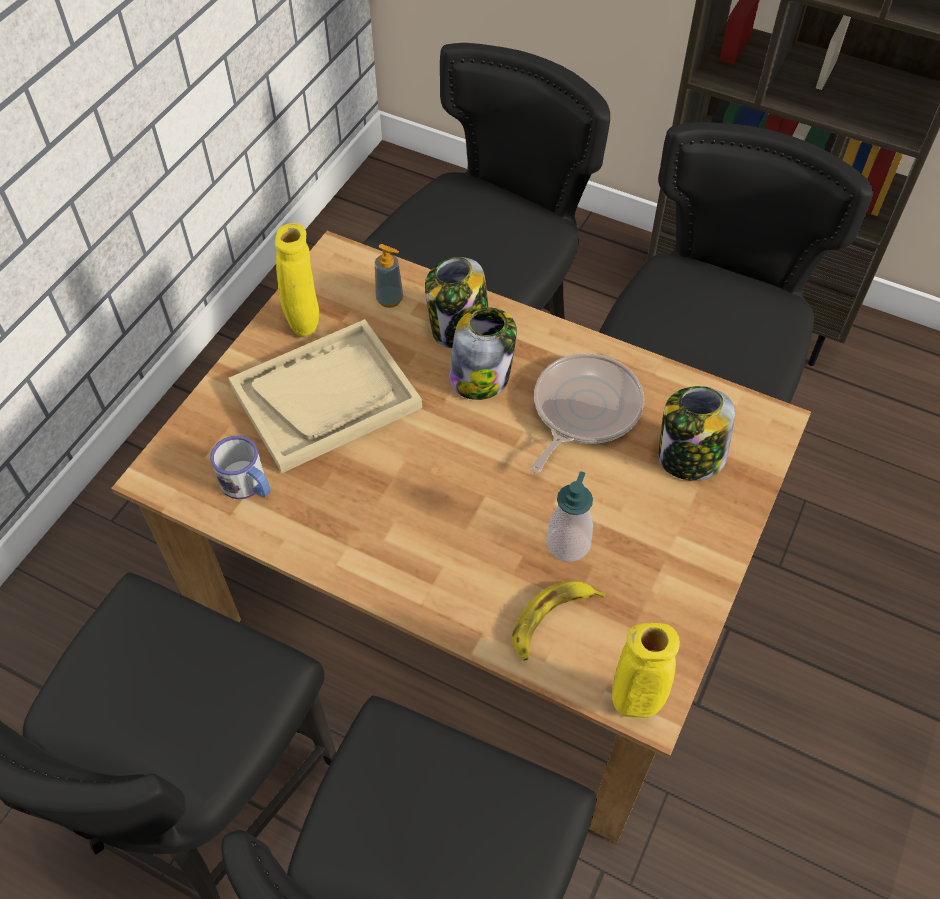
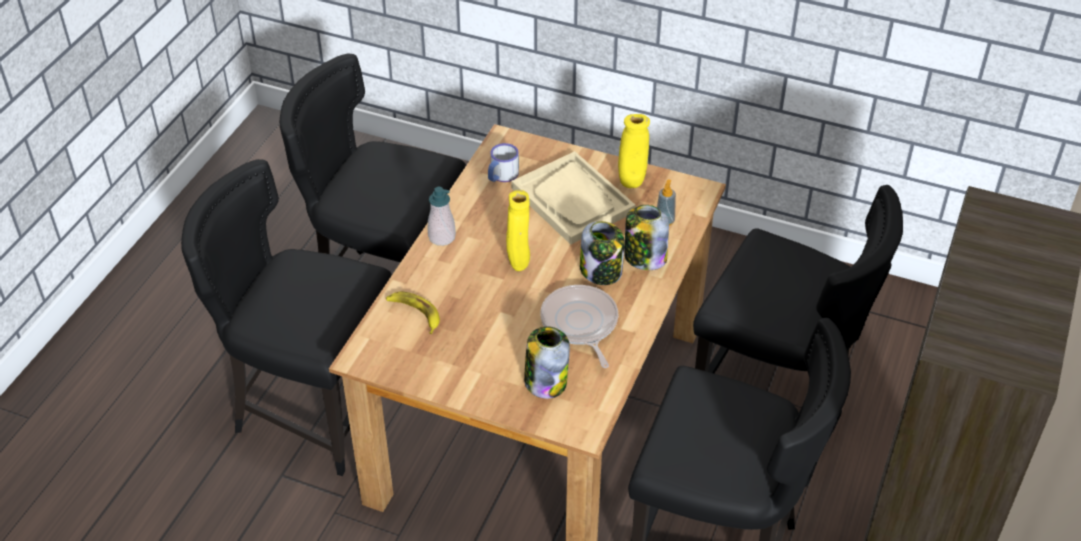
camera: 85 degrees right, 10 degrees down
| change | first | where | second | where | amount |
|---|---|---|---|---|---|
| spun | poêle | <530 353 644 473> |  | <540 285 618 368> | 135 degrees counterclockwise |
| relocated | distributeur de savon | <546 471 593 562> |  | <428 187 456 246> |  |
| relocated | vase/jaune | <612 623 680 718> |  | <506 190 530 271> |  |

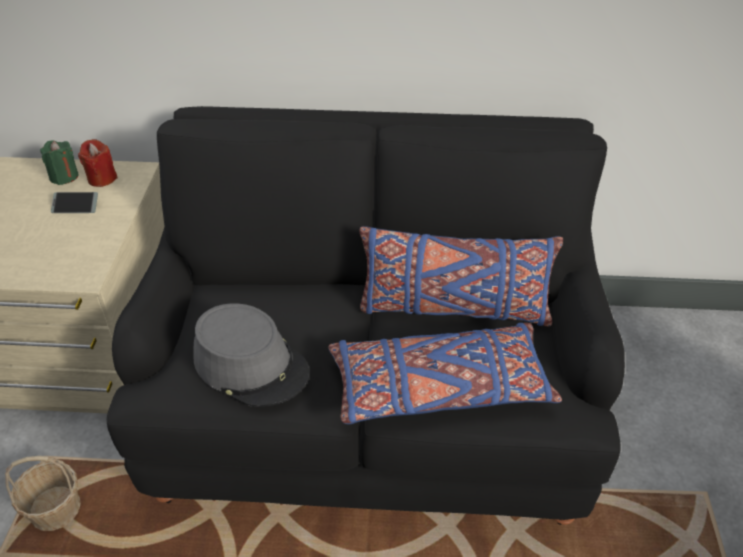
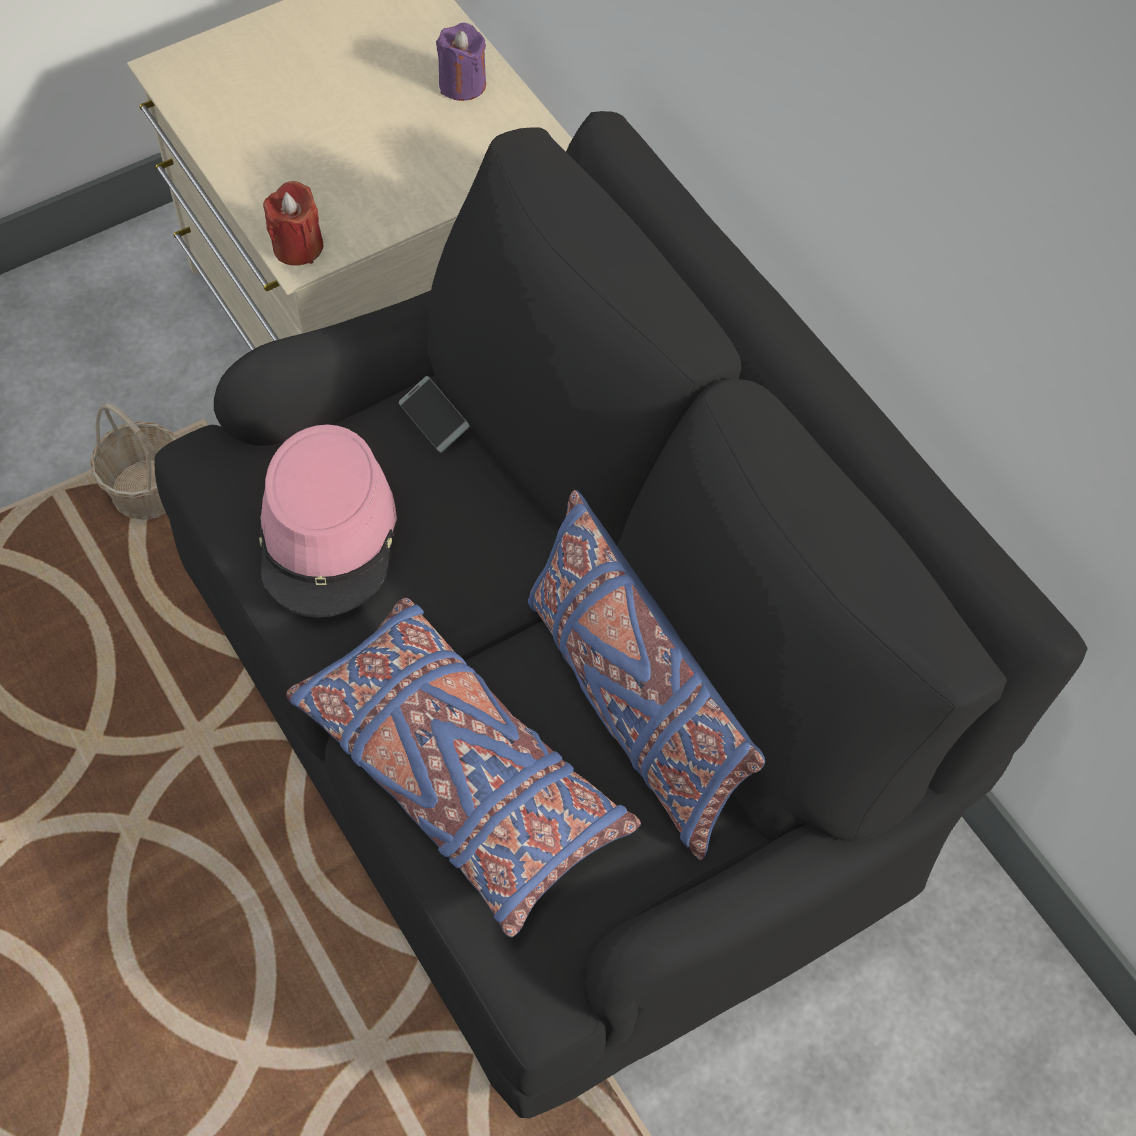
camera: 55 degrees right, 15 degrees up
| change | first | where | second | where | amount |
|---|---|---|---|---|---|
| colour | bougie/vert | <40 140 79 185> | bougie/violet | <436 23 486 101> |  |
| relocated | téléphone | <51 192 98 213> |  | <399 376 470 453> |  |
| relocated | bougie/rouge | <78 139 118 187> |  | <263 181 323 266> |  |
| colour | chapeau/gris | <194 303 310 407> | chapeau/rose | <259 425 397 618> |  |

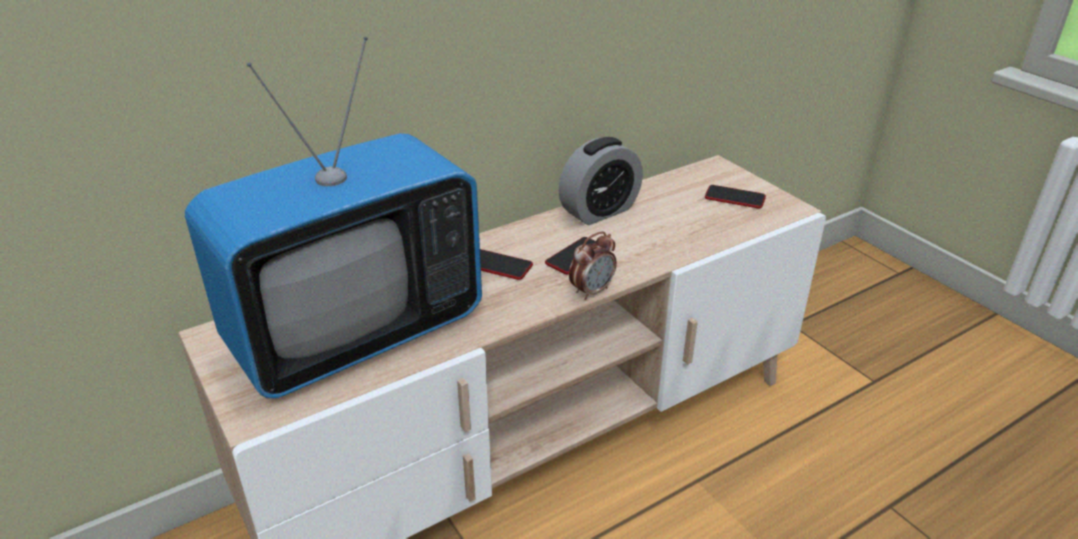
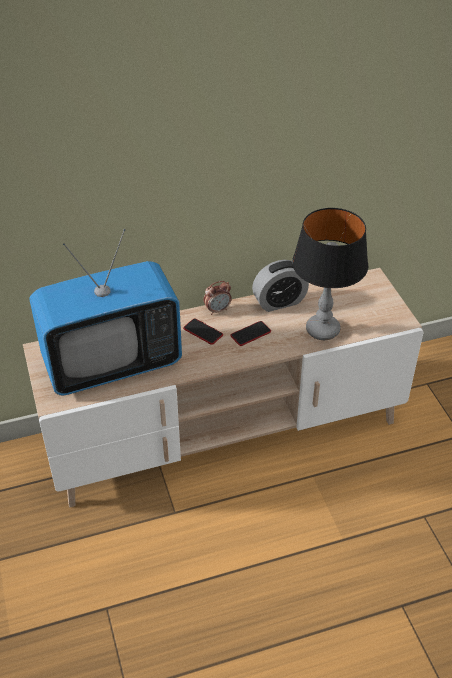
camera: 15 degrees right, 10 degrees up
| change | first | where | second | where | amount |
|---|---|---|---|---|---|
| relocated | réveil | <569 231 617 300> |  | <203 281 232 315> |  |
| missing | téléphone | <705 185 766 208> |  |  |  |
| appeared |  |  | lampe de table | <292 208 368 340> |  |

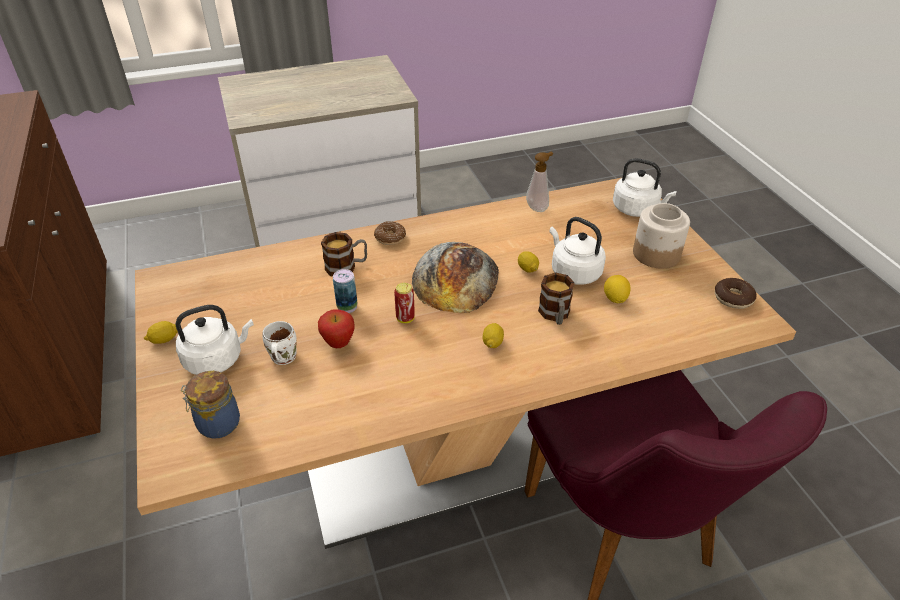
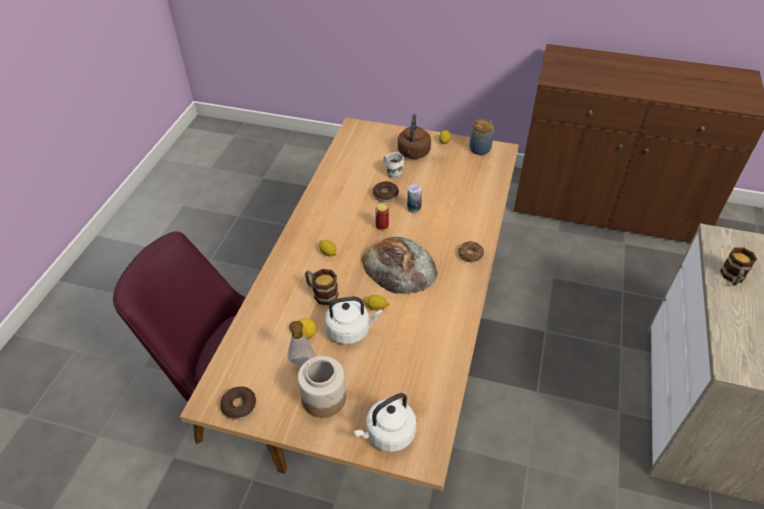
camera: 125 degrees right, 5 degrees up
| change | first | where | second | where | amount |
|---|---|---|---|---|---|
| colour | bouilloire/blanc | <176 305 254 375> | bouilloire/marron | <398 114 431 159> |  |
| relocated | bocal | <181 371 240 439> |  | <469 119 494 155> |  |
| exchanged | pomme | <318 309 355 348> | beignet | <372 181 399 202> |  |
| relocated | mug | <321 232 367 277> |  | <720 248 757 286> |  |
| relocated | distributeur de savon | <526 152 553 212> |  | <287 321 315 366> |  |

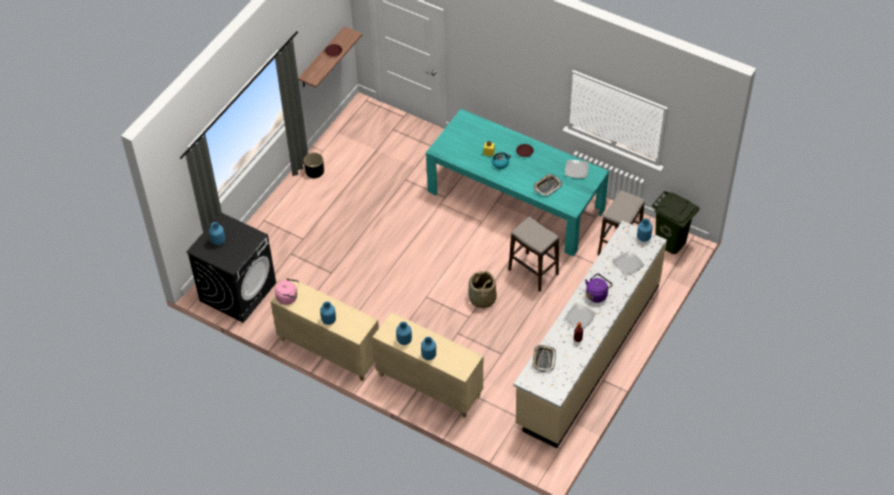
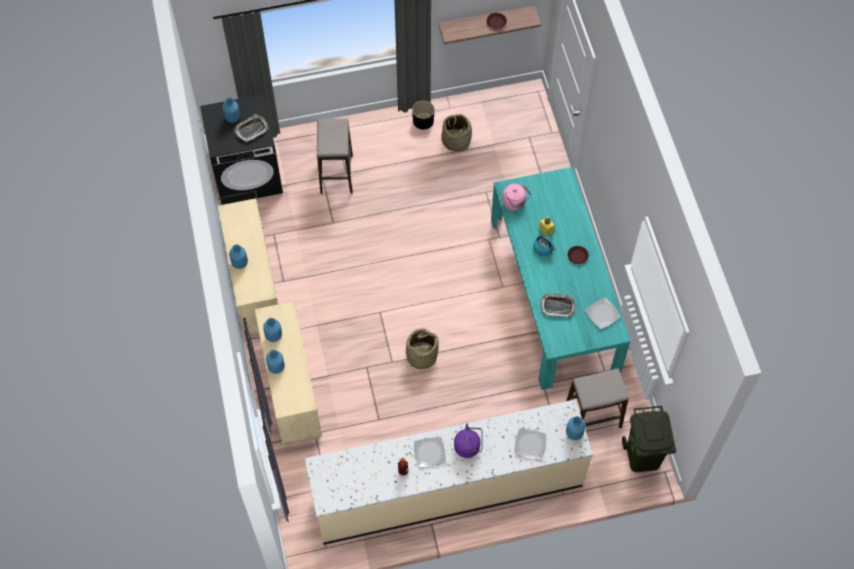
camera: 45 degrees right, 10 degrees up
| change | first | where | second | where | amount |
|---|---|---|---|---|---|
| relocated | bouilloire/rose | <275 278 299 305> |  | <502 184 531 210> |  |
| relocated | tabouret | <508 216 559 292> |  | <317 118 353 194> |  |
| relocated | plateau | <532 345 556 372> |  | <235 114 269 142> |  |
| appeared |  |  | panier | <441 113 472 152> |  |

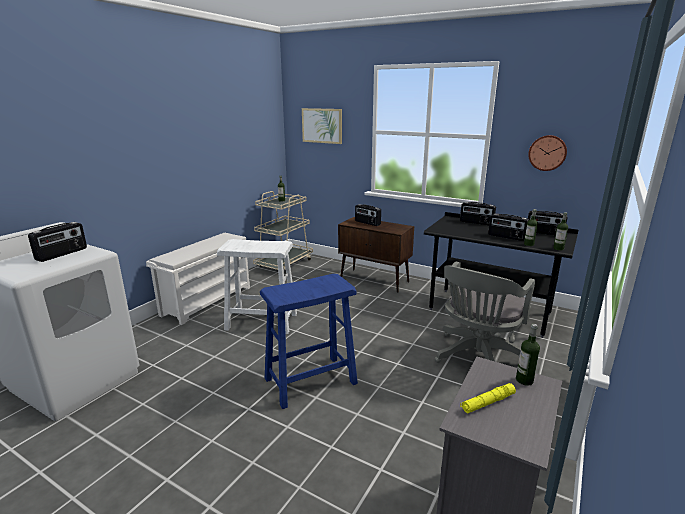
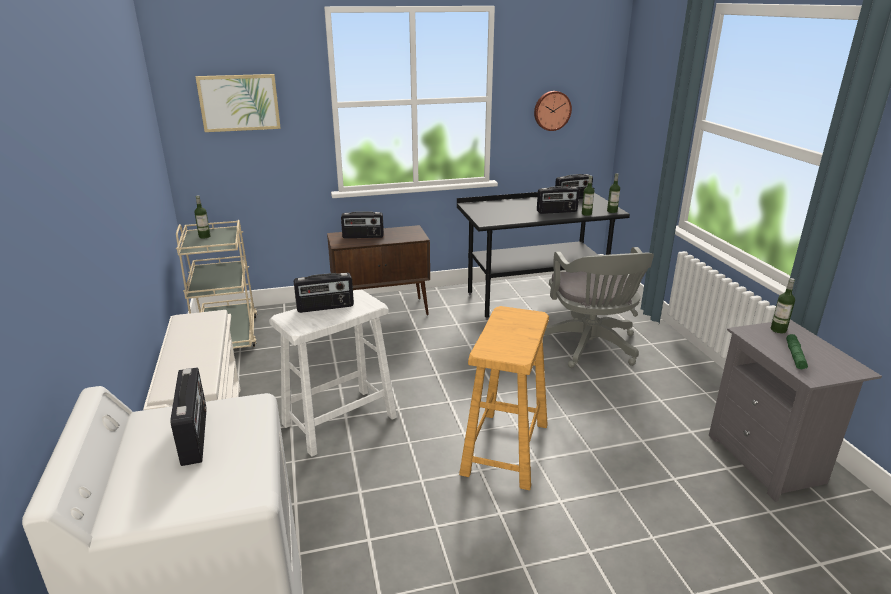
camera: 45 degrees left, 5 degrees up
| change | first | where | second | where | amount |
|---|---|---|---|---|---|
| colour | tabouret/bleu | <260 274 358 409> | tabouret/beige | <459 306 549 490> |  |
| relocated | radio | <460 202 496 225> |  | <294 273 354 313> |  |
| colour | lampe de poche/jaune | <460 383 516 413> | lampe de poche/vert | <786 334 808 369> |  |

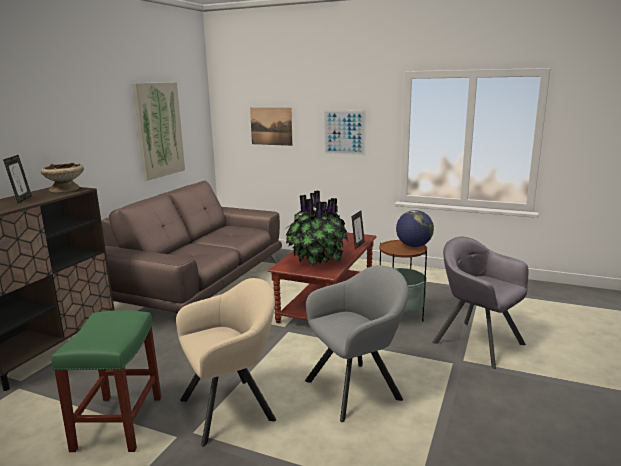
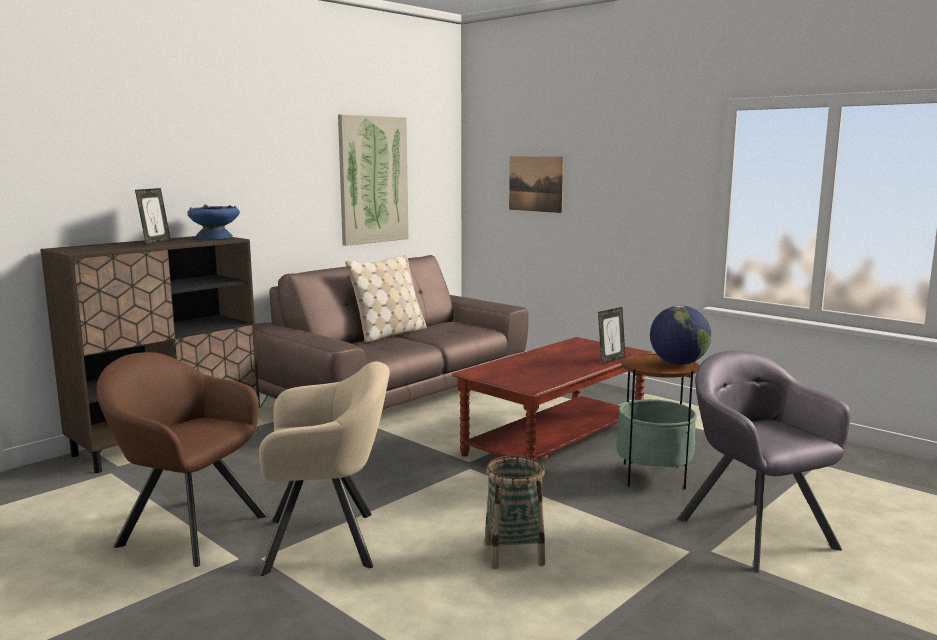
camera: 20 degrees right, 5 degrees down
| change | first | where | second | where | amount |
|---|---|---|---|---|---|
| colour | bol/beige | <41 162 84 193> | bol/bleu | <187 204 240 240> |  |
| exchanged | tabouret/vert | <51 310 161 452> | fauteuil/marron | <96 352 268 567> |  |
| missing | plante en pot | <286 191 348 267> |  |  |  |
| exchanged | fauteuil/gris | <305 265 409 422> | panier | <485 455 545 569> |  |
| missing | tableau | <324 110 366 155> |  |  |  |
| appeared |  |  | coussin/beige | <345 255 426 342> |  |

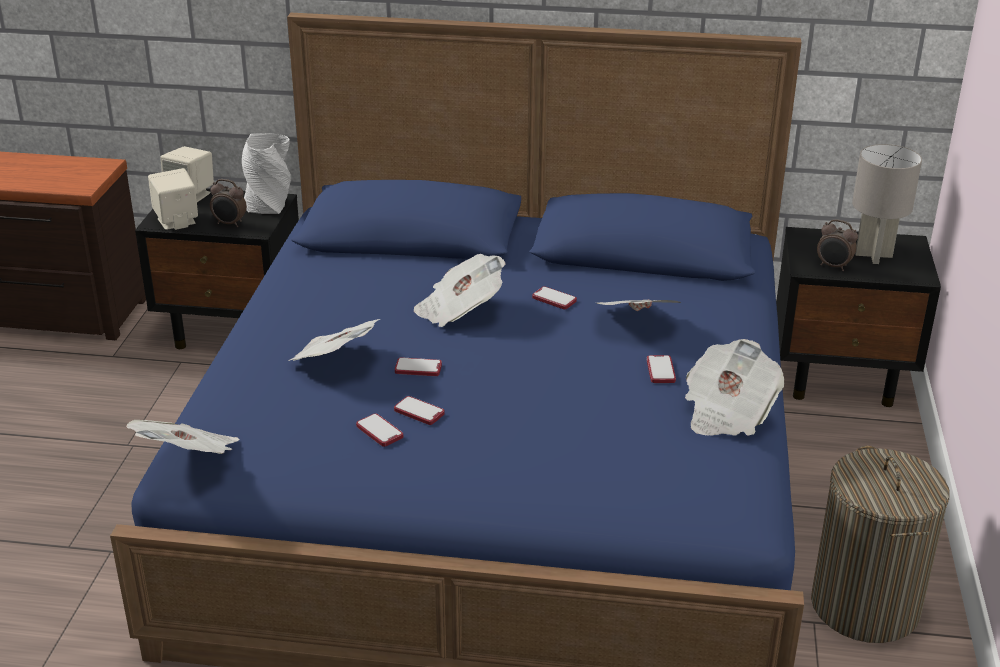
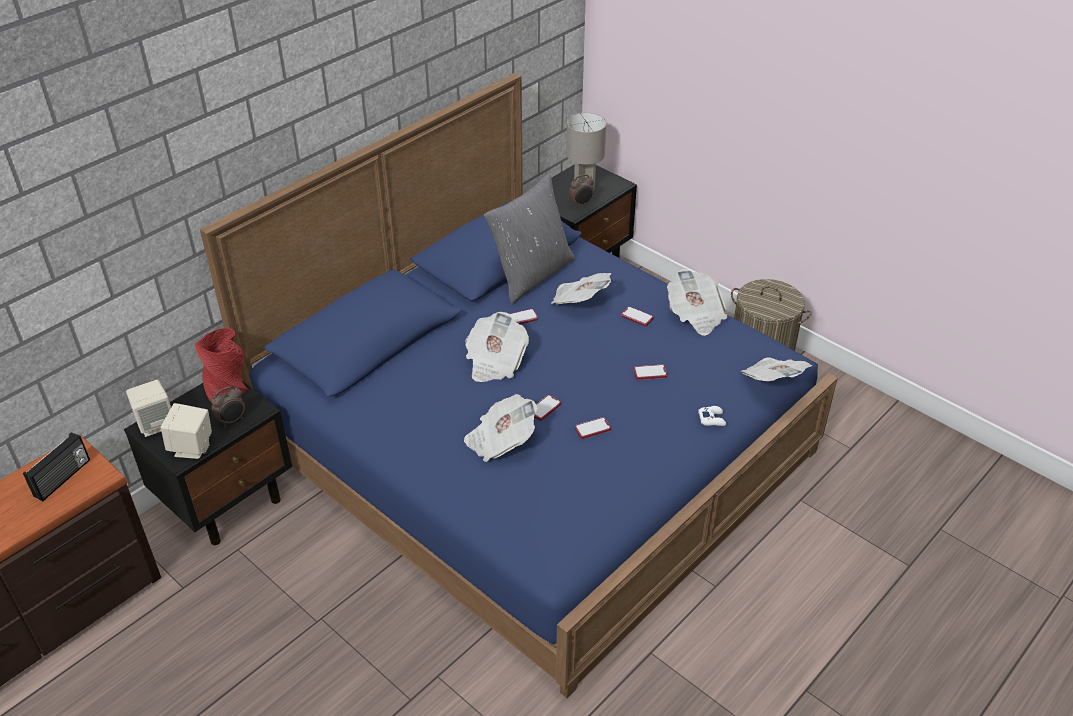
camera: 55 degrees left, 10 degrees up
| change | first | where | second | where | amount |
|---|---|---|---|---|---|
| relocated | journal | <126 420 240 454> |  | <741 357 812 381> |  |
| colour | vase/gris | <242 133 291 214> | vase/rouge | <195 328 249 402> |  |
| relocated | téléphone | <356 414 403 447> |  | <634 365 667 380> |  |
| appeared |  |  | radio | <23 432 90 502> |  |
| appeared |  |  | coussin/gris | <484 173 575 304> |  |
| appeared |  |  | manette/blanc | <698 406 726 426> |  |

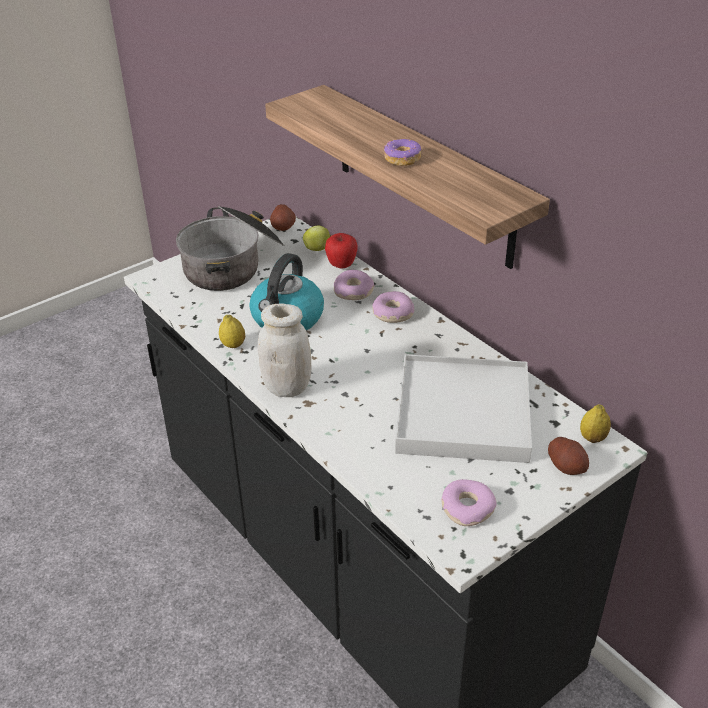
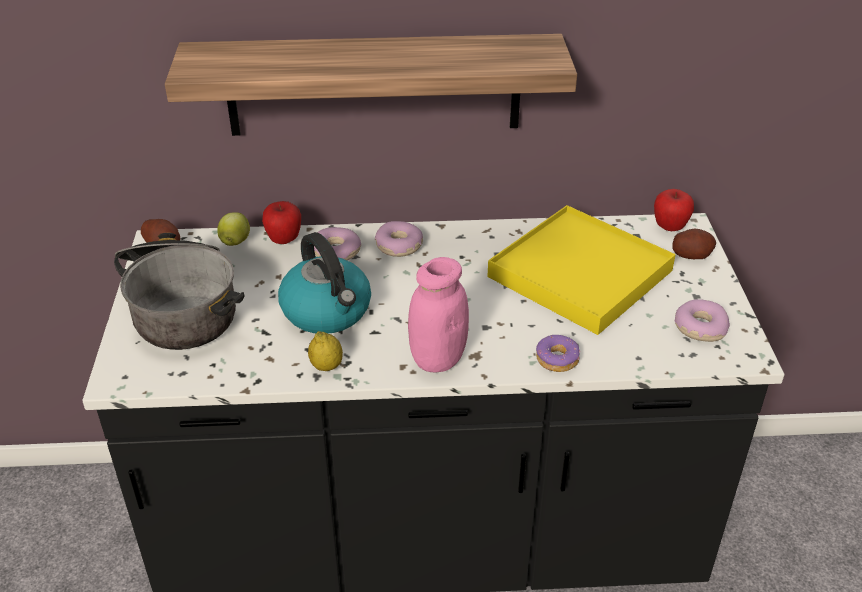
camera: 55 degrees left, 0 degrees up
| change | first | where | second | where | amount |
|---|---|---|---|---|---|
| colour | bocal/blanc | <258 303 311 397> | bocal/rose | <408 257 469 372> |  |
| relocated | beignet | <384 139 421 166> |  | <536 335 581 372> |  |
| colour | plateau/blanc | <395 354 532 463> | plateau/jaune | <487 205 676 335> |  |
| exchanged | citron | <580 404 611 443> | pomme | <654 189 694 231> |  |

